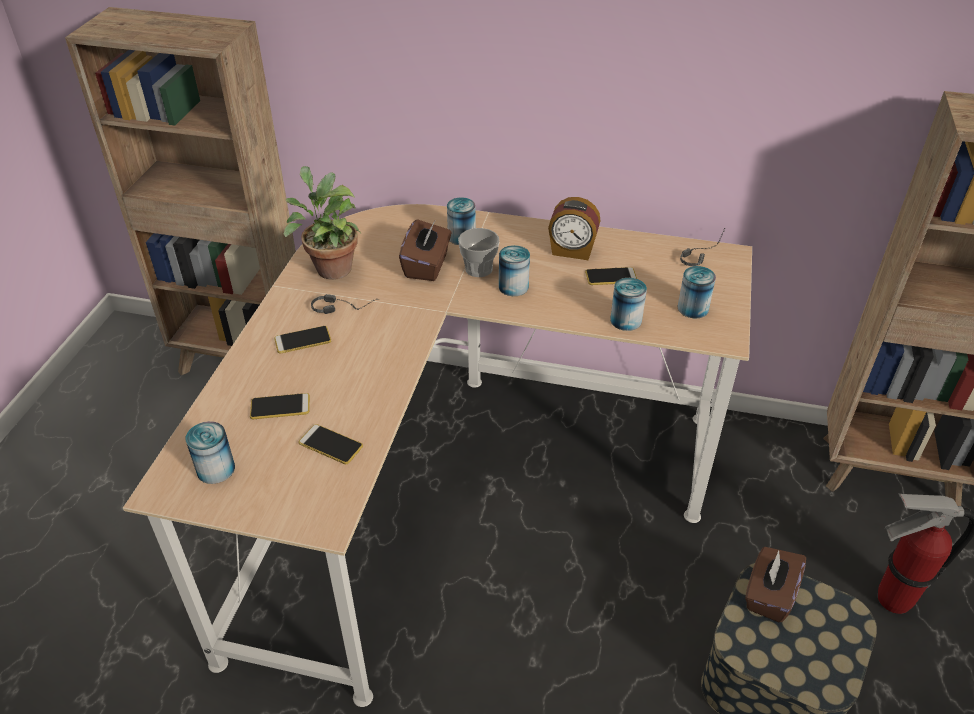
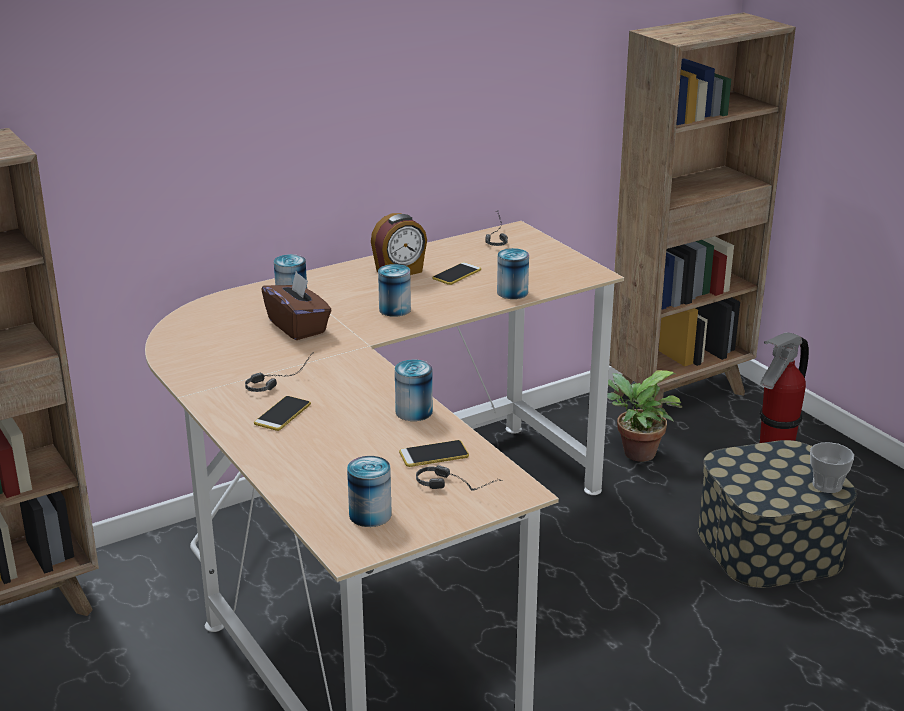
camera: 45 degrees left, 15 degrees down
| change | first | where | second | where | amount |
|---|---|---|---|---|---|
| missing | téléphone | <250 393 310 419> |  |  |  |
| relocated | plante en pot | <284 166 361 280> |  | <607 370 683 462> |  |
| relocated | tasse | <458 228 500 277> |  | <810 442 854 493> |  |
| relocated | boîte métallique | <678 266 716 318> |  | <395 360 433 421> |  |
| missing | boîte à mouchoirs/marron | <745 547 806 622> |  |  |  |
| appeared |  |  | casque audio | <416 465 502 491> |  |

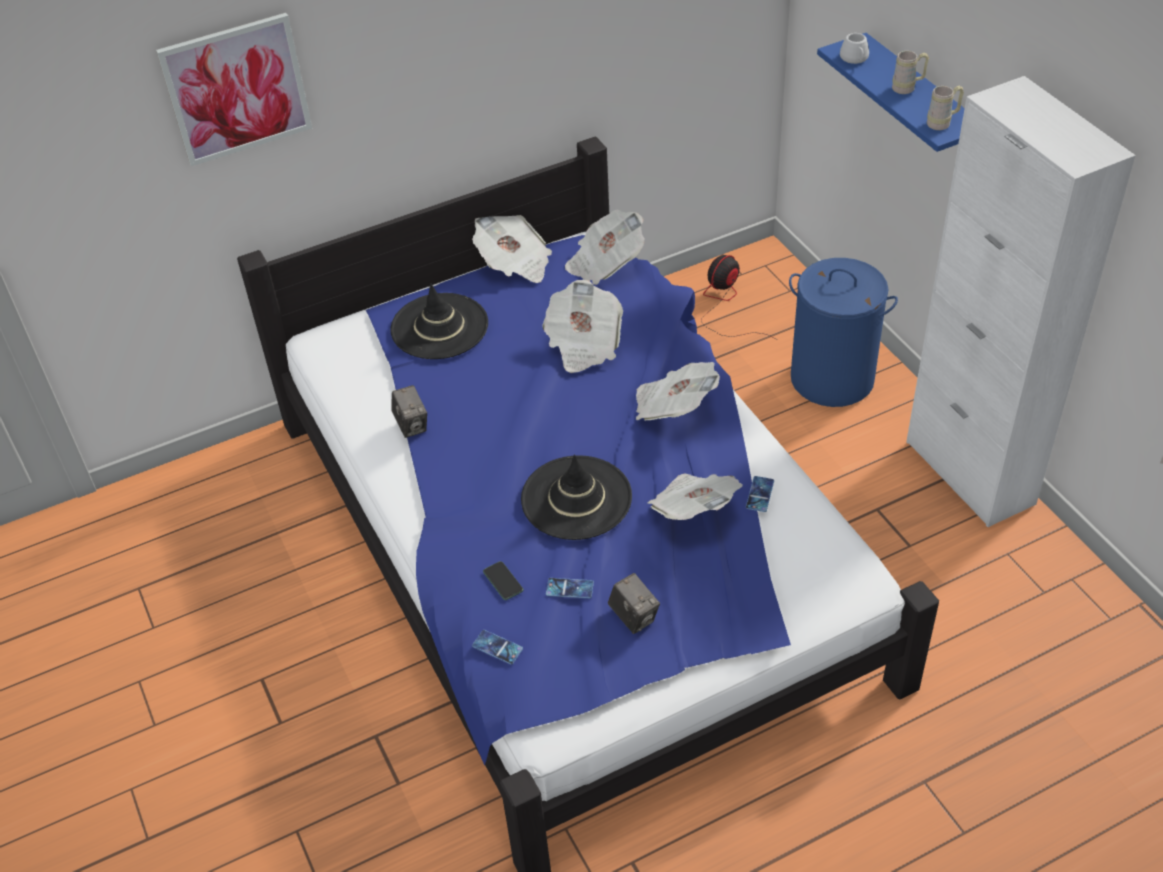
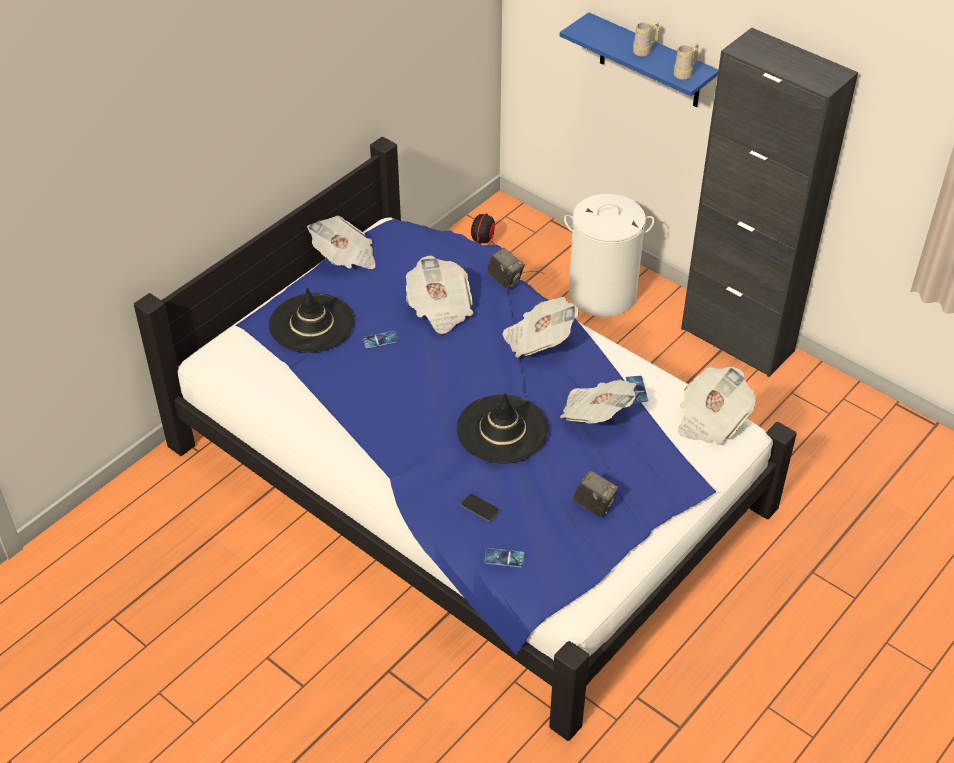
camera: 25 degrees left, 0 degrees up
| change | first | where | second | where | amount |
|---|---|---|---|---|---|
| missing | tableau | <156 13 312 166> |  |  |  |
| relocated | appareil photo | <391 385 427 438> |  | <486 248 525 289> |  |
| relocated | téléphone | <546 578 594 599> |  | <363 331 399 349> |  |
| relocated | journal | <565 210 645 285> |  | <678 367 756 445> |  |
| colour | panier à linge/bleu | <789 258 898 407> | panier à linge/blanc | <564 194 654 317> |  |
| missing | mug/blanc | <840 33 869 64> |  |  |  |
| colour | meuble de rangement/blanc | <906 76 1136 527> | meuble de rangement/noir | <681 28 858 377> |  |

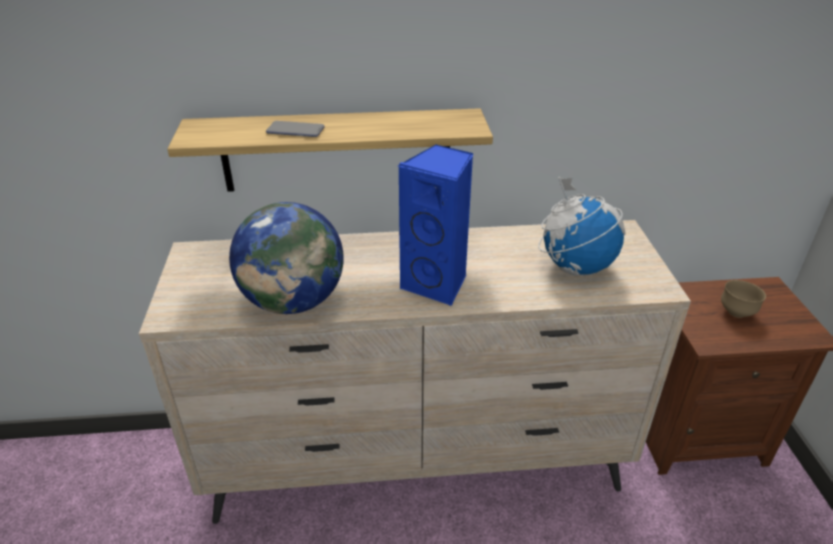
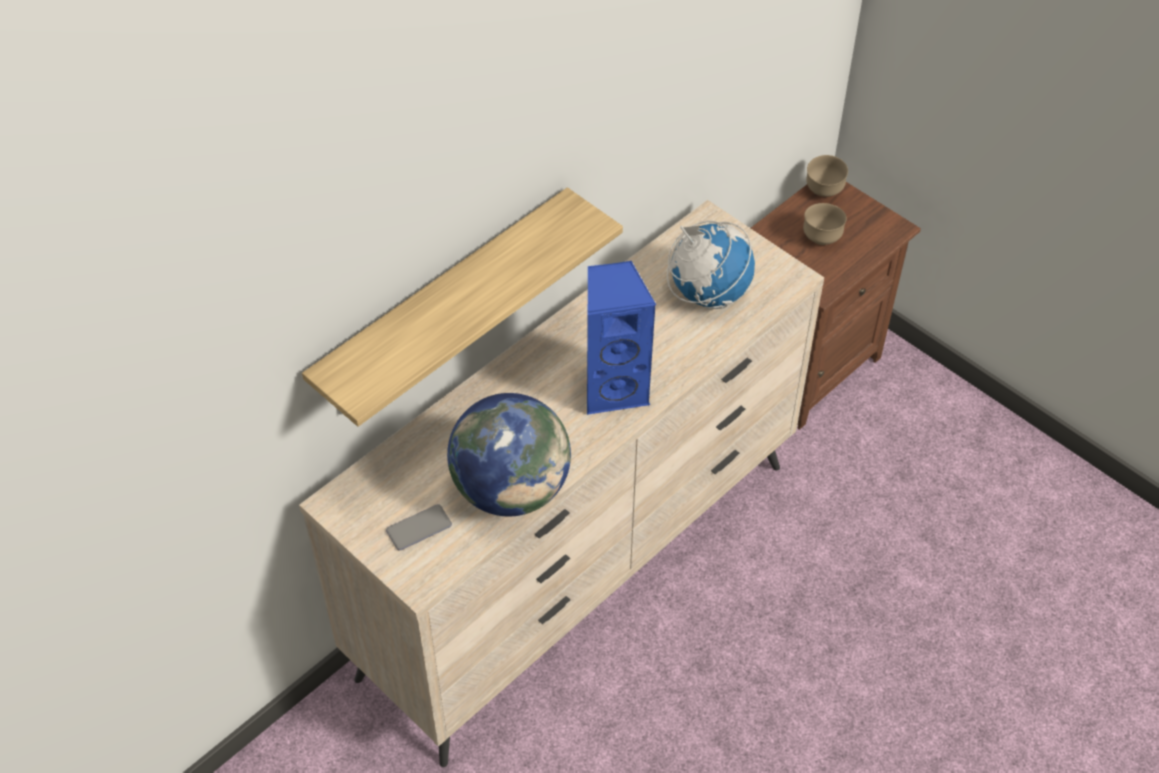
camera: 40 degrees left, 15 degrees up
| change | first | where | second | where | amount |
|---|---|---|---|---|---|
| relocated | téléphone | <266 121 325 137> |  | <386 504 452 551> |  |
| appeared |  |  | bol/marron | <806 155 848 197> |  |

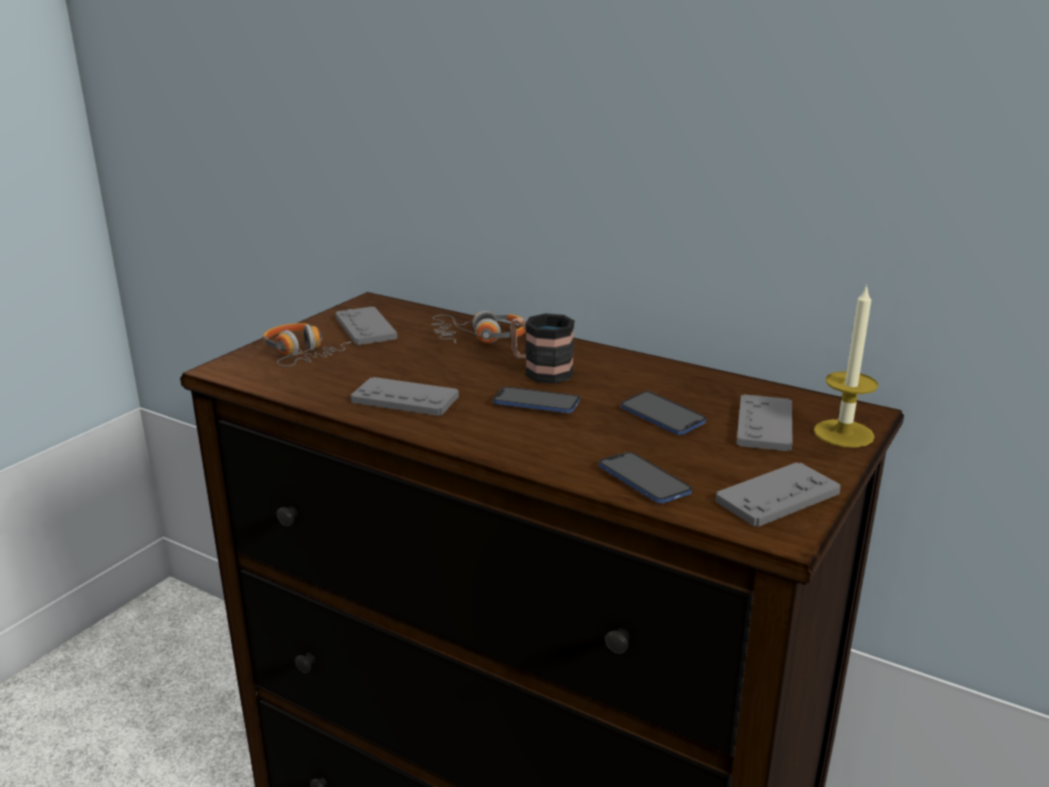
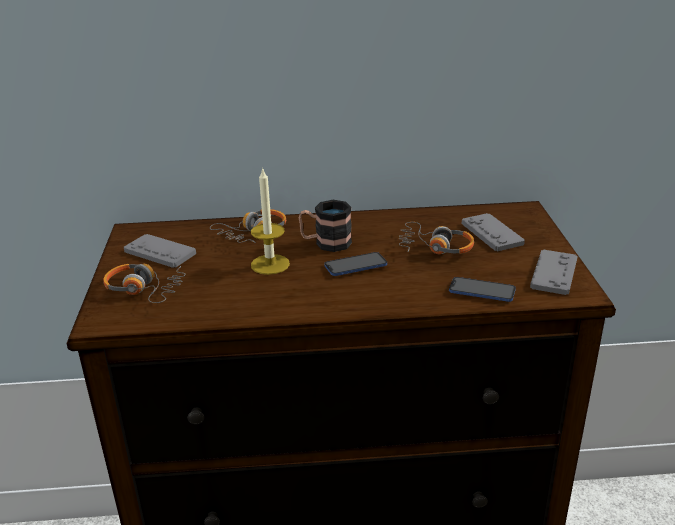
camera: 35 degrees left, 5 degrees up
| change | first | where | second | where | amount |
|---|---|---|---|---|---|
| missing | manette/gris | <351 377 459 416> |  |  |  |
| exchanged | téléphone | <621 391 706 435> | casque audio | <398 222 474 254> |  |
| relocated | bougie | <814 284 879 448> |  | <251 167 290 275> |  |

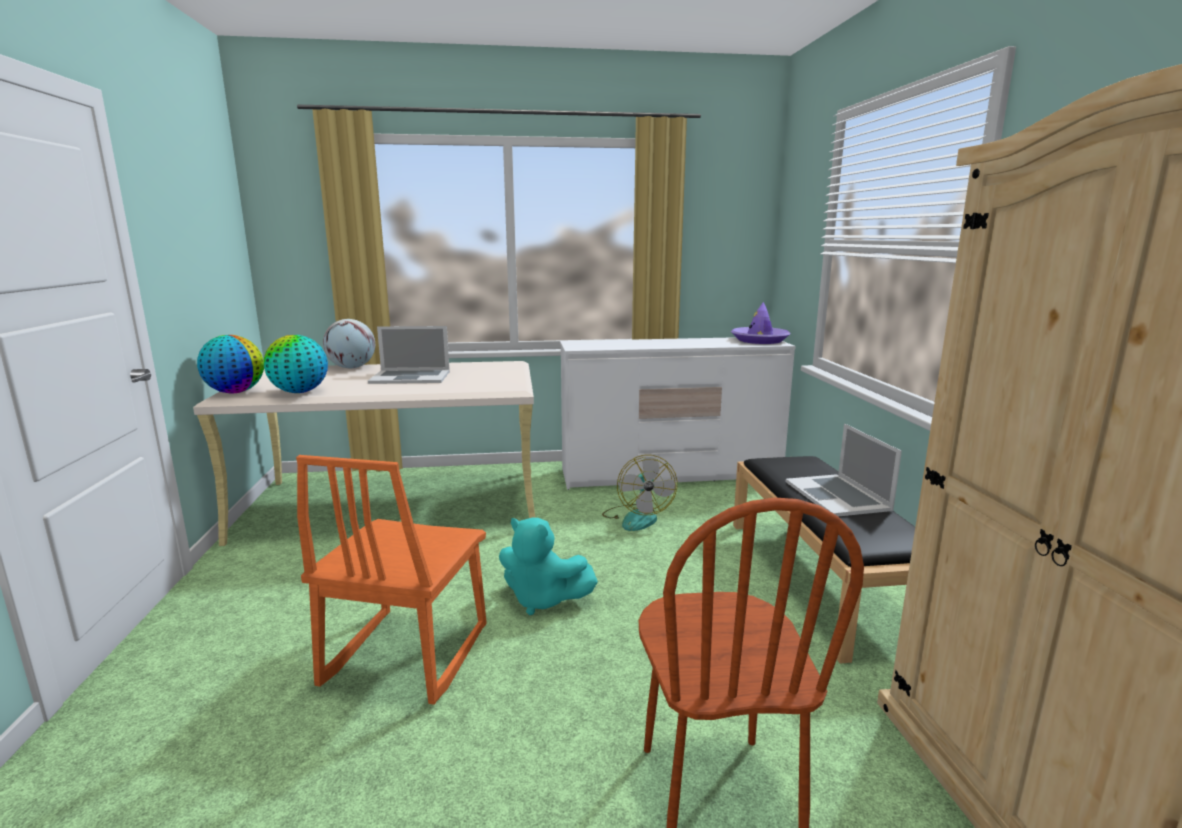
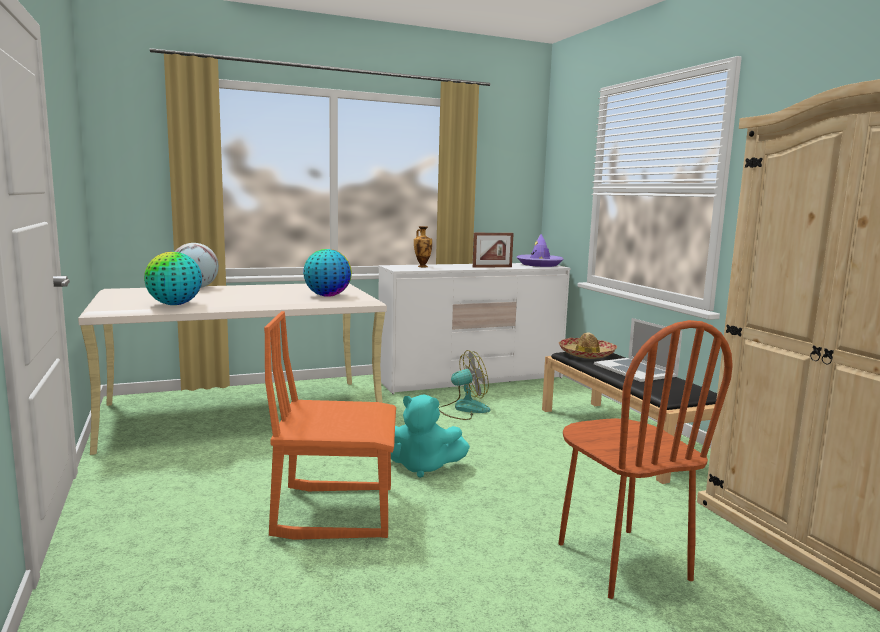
camera: 15 degrees left, 5 degrees down
| change | first | where | second | where | amount |
|---|---|---|---|---|---|
| relocated | globe | <197 335 264 394> |  | <303 249 352 297> |  |
| spun | chaise/orange | <296 455 487 705> |  | <264 311 396 540> | 90 degrees clockwise |
| missing | ordinateur portable | <368 326 450 384> |  |  |  |
| spun | ventilateur | <602 455 677 531> |  | <439 350 490 420> | 90 degrees counterclockwise |
| appeared |  |  | vase | <414 226 432 267> |  |
| appeared |  |  | cadre photo | <473 233 514 268> |  |
| appeared |  |  | chapeau | <559 332 617 359> |  |

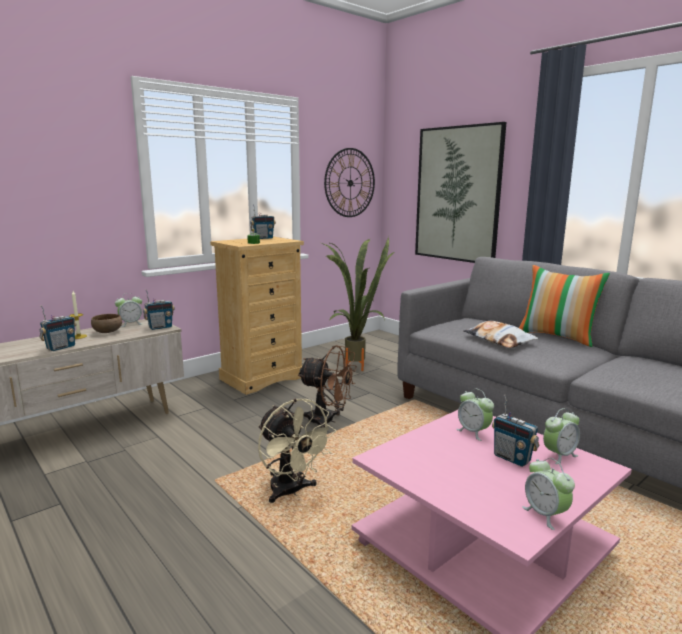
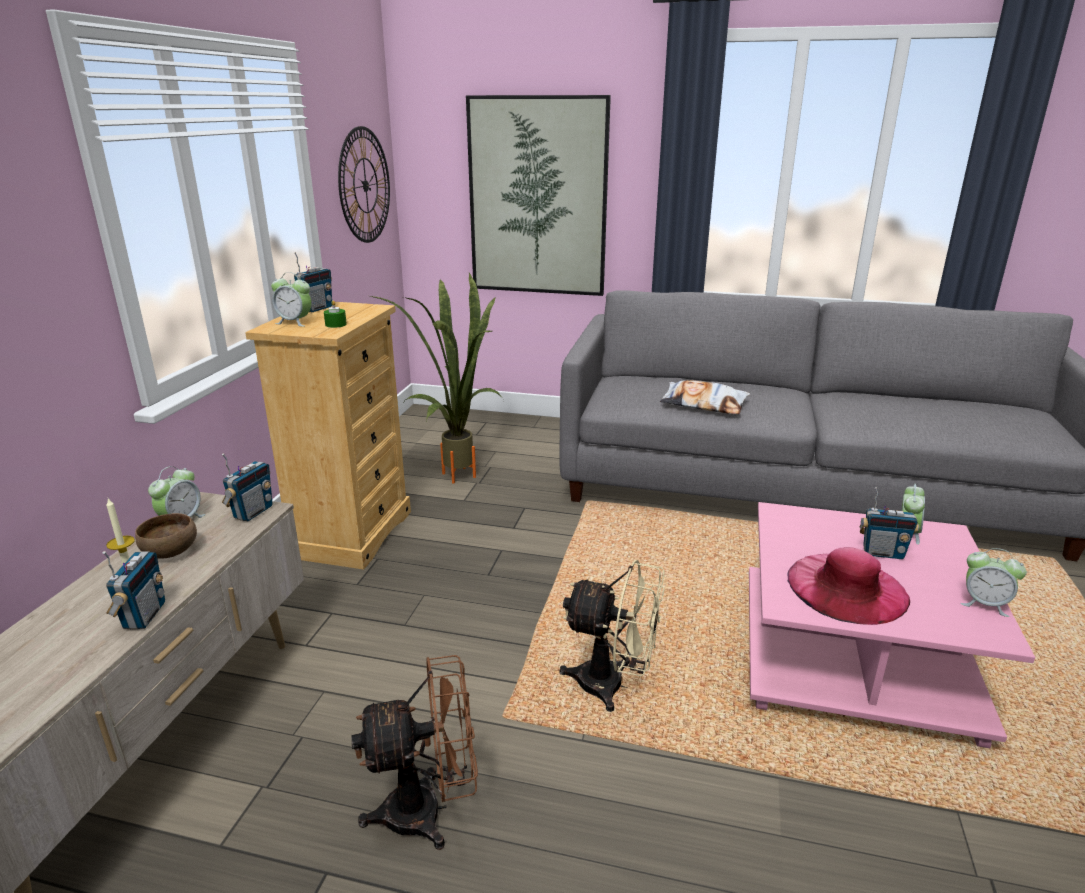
camera: 35 degrees left, 10 degrees up
| change | first | where | second | where | amount |
|---|---|---|---|---|---|
| relocated | ventilateur/marron | <298 345 357 428> |  | <351 655 478 850> |  |
| relocated | réveil | <456 389 494 441> |  | <271 272 311 327> |  |
| missing | coussin | <519 265 610 347> |  |  |  |
| appeared |  |  | chapeau/rose | <787 547 910 625> |  |

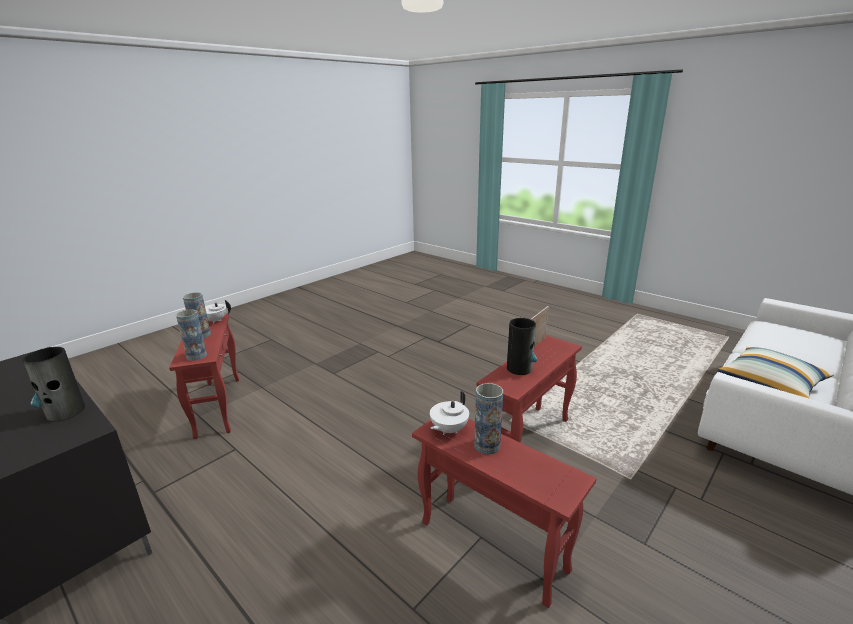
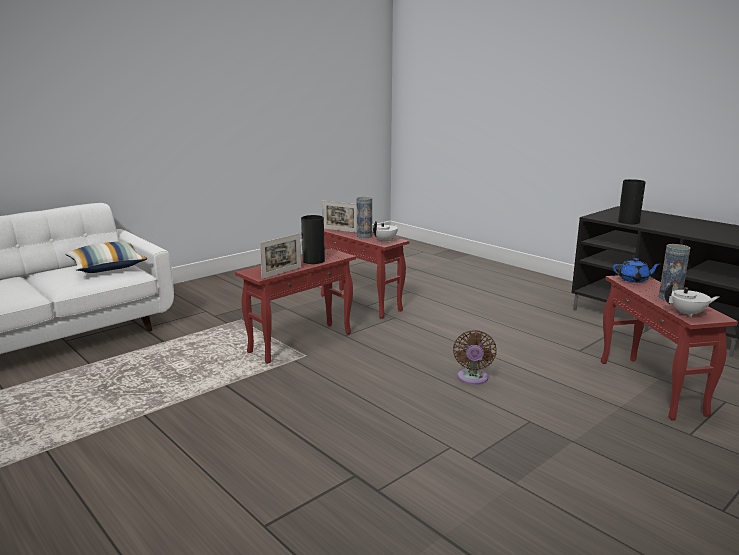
camera: 175 degrees left, 5 degrees down
| change | first | where | second | where | amount |
|---|---|---|---|---|---|
| exchanged | vase | <176 309 207 361> | théière/bleu | <613 258 660 283> |  |
| appeared |  |  | cadre photo | <322 201 357 233> |  |
| appeared |  |  | ventilateur/marron | <453 330 497 385> |  |

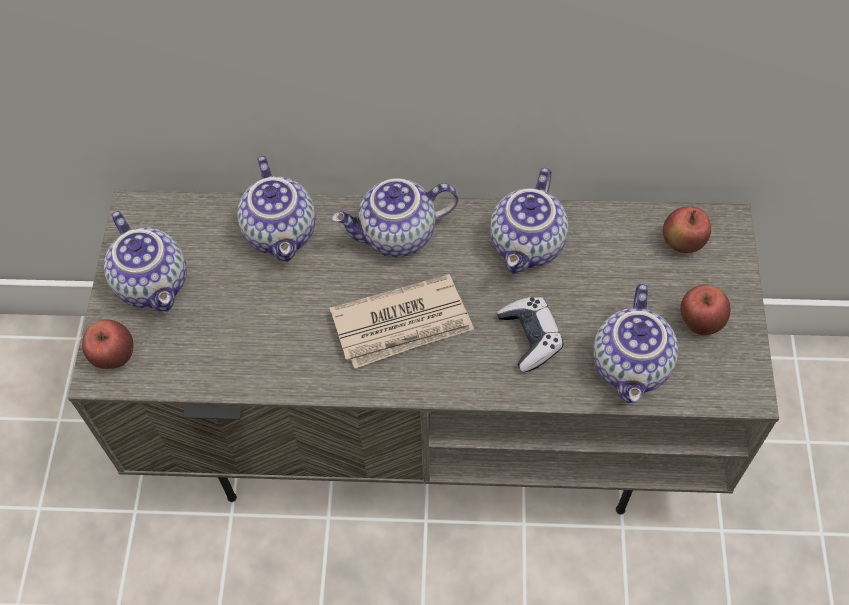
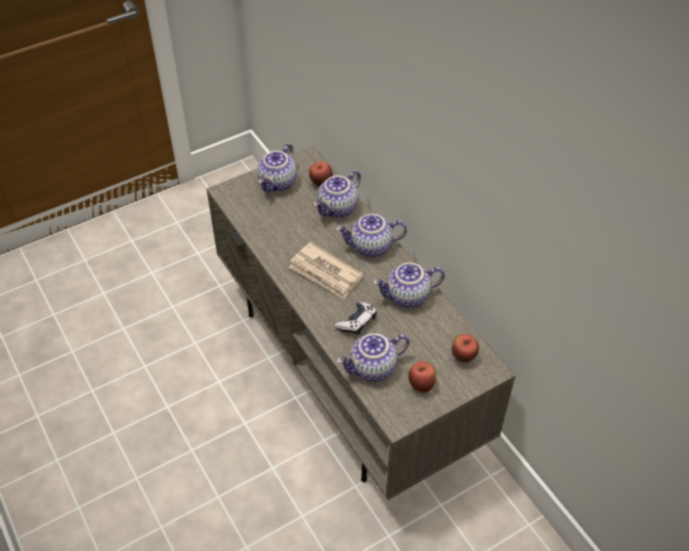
camera: 55 degrees right, 10 degrees down
| change | first | where | second | where | amount |
|---|---|---|---|---|---|
| relocated | pomme | <82 320 134 369> |  | <309 161 333 187> |  |
| spun | théière | <331 178 458 257> |  | <336 214 407 257> | 45 degrees counterclockwise |

